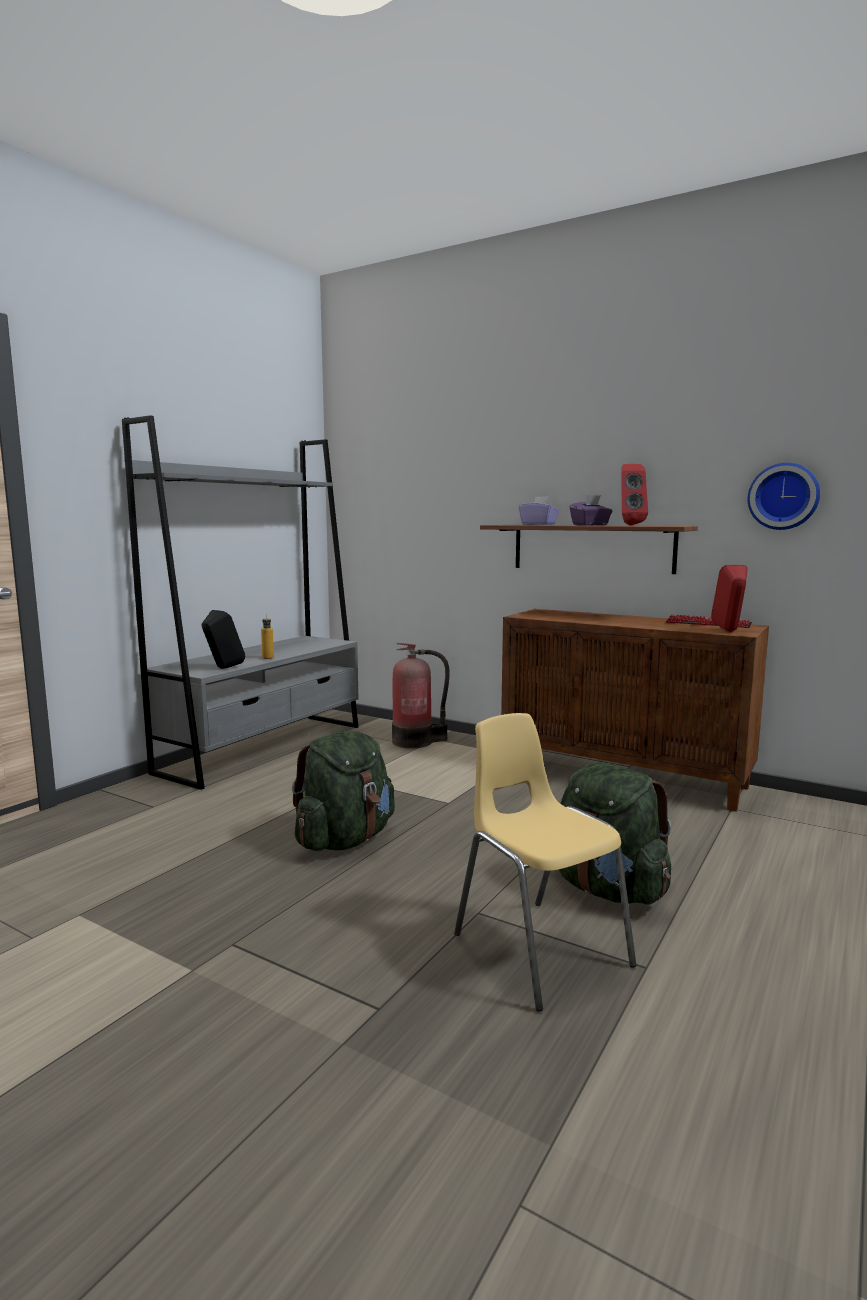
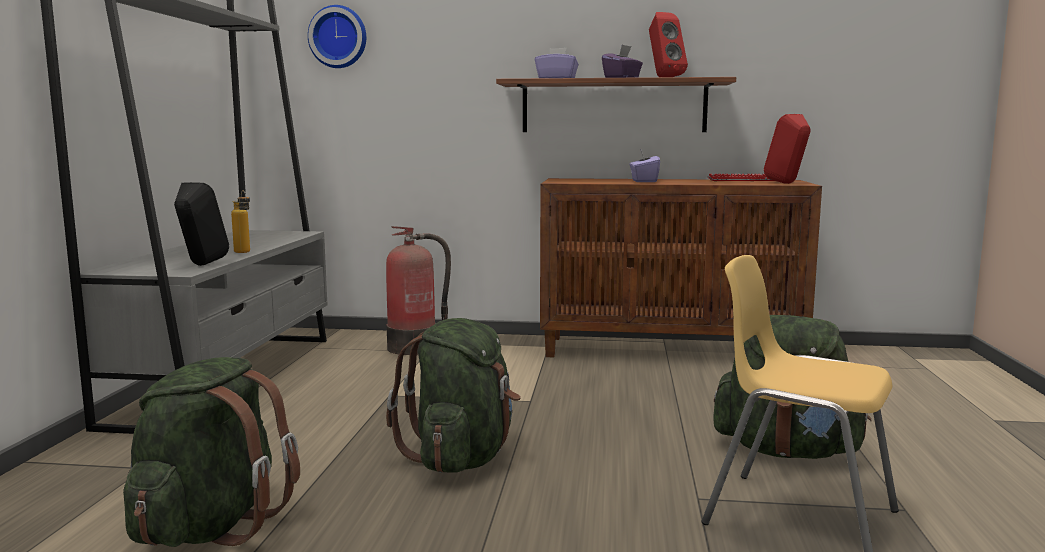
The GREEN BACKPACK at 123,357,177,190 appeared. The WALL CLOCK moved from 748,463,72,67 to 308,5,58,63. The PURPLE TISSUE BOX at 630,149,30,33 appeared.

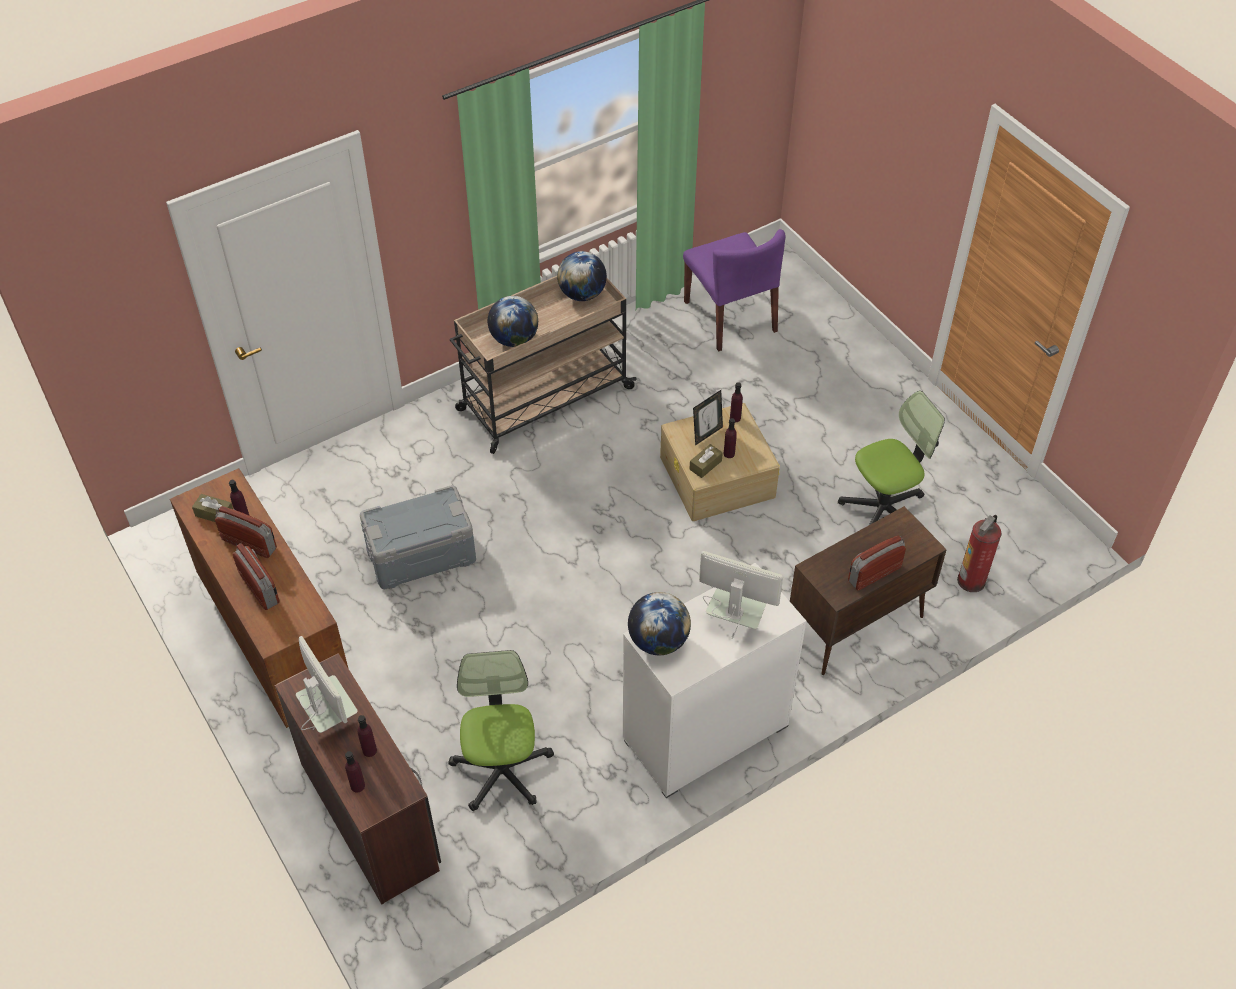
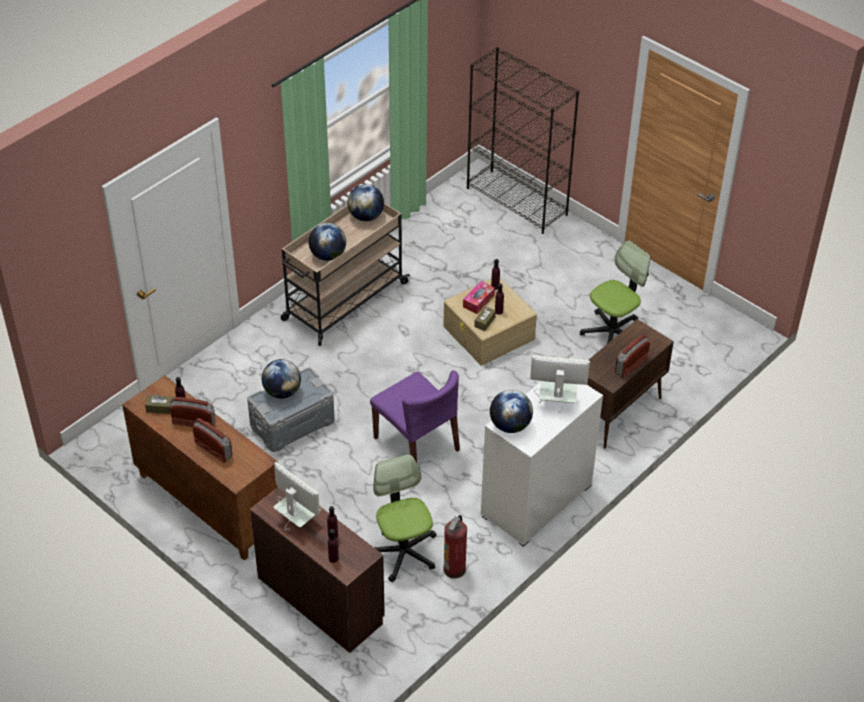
The GLOBE at 262,359,39,40 appeared. The PURPLE CHAIR moved from 683,229,102,123 to 370,370,90,92. The FIRE EXTINGUISHER moved from 957,515,45,77 to 443,515,24,64. The PICTURE FRAME at 693,390,30,55 was replaced by the TISSUE BOX at 463,281,32,33. The BLACK BOOKCASE at 467,47,112,187 appeared.

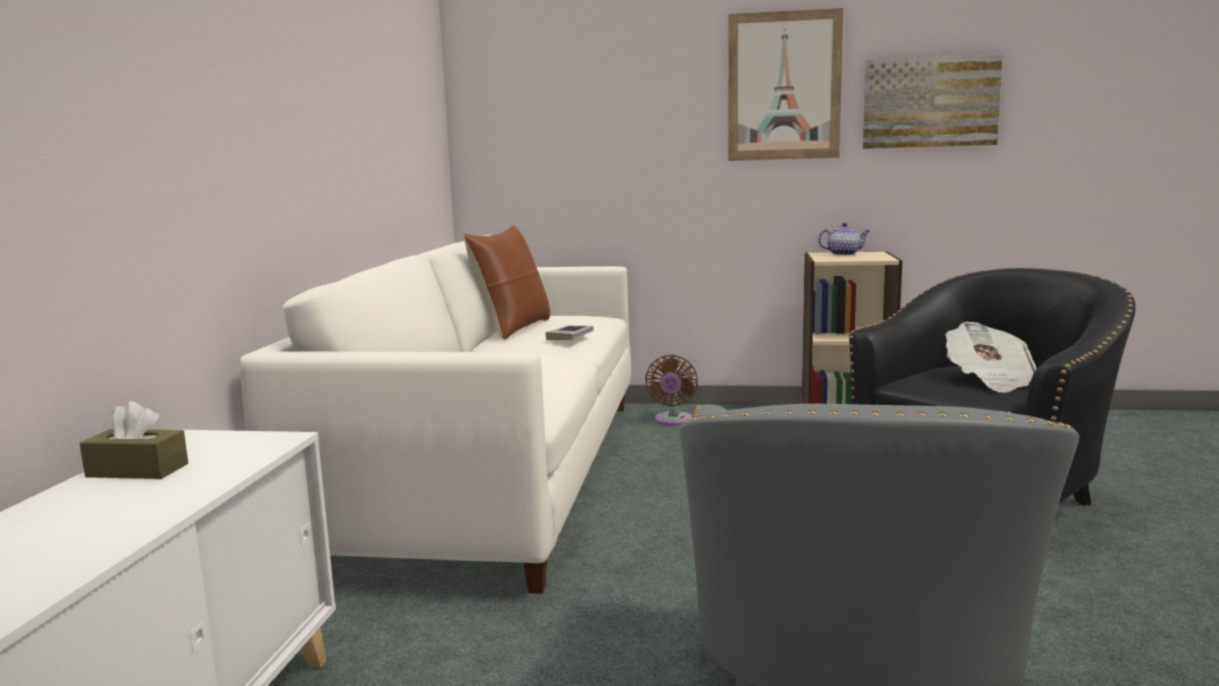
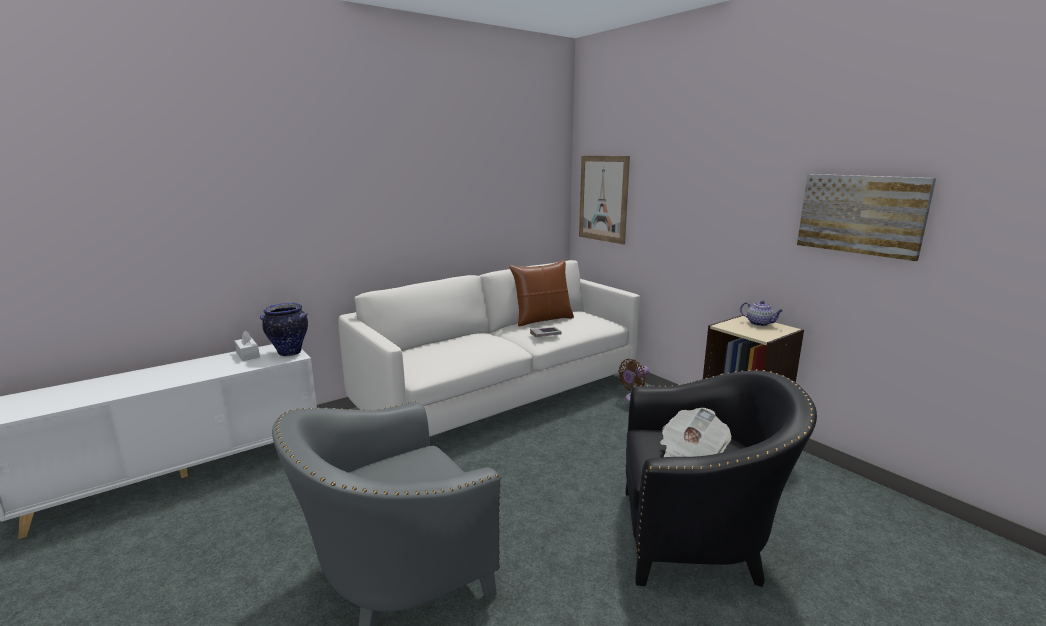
The BROWN TISSUE BOX at 80,401,108,78 became the WHITE TISSUE BOX at 235,331,25,30. The VASE at 260,303,48,53 appeared. The PICTURE moved from 728,8,115,153 to 579,156,51,89.

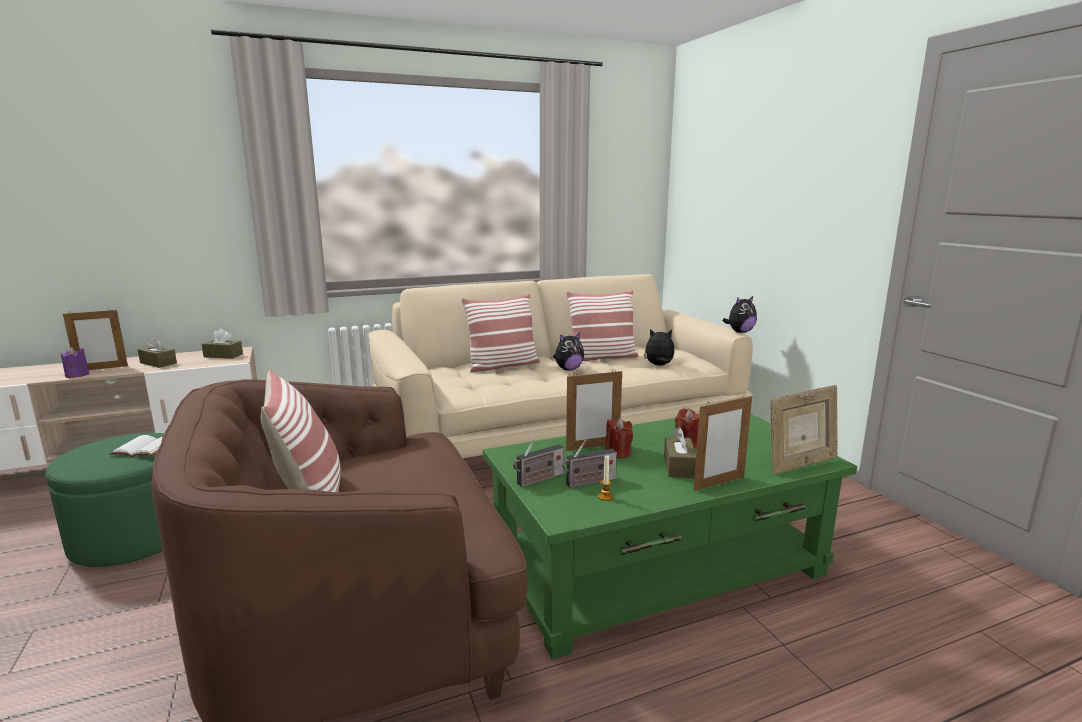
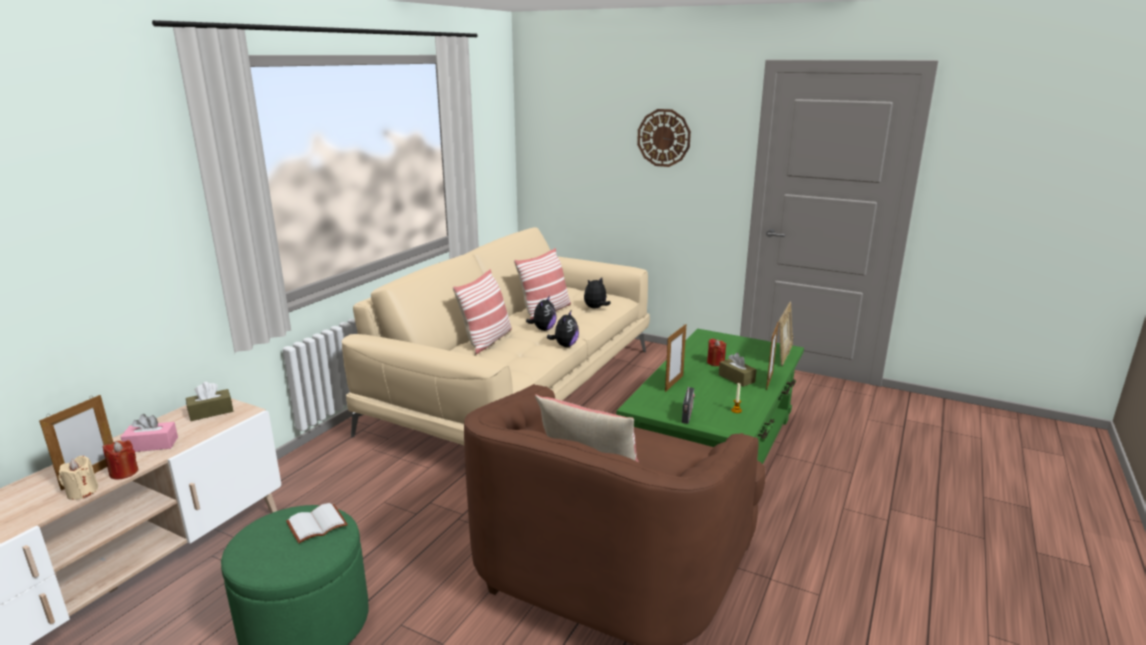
The PURPLE CANDLE at 61,347,29,31 became the BEIGE CANDLE at 59,456,40,44. The RED CANDLE moved from 605,418,28,40 to 103,440,35,40. The BROWN TISSUE BOX at 138,336,39,32 became the PINK TISSUE BOX at 121,414,57,38. The PLUSH TOY moved from 723,296,34,37 to 547,311,32,36. The WALL CLOCK at 637,109,54,58 appeared. The RADIO at 562,439,55,49 disappeared.

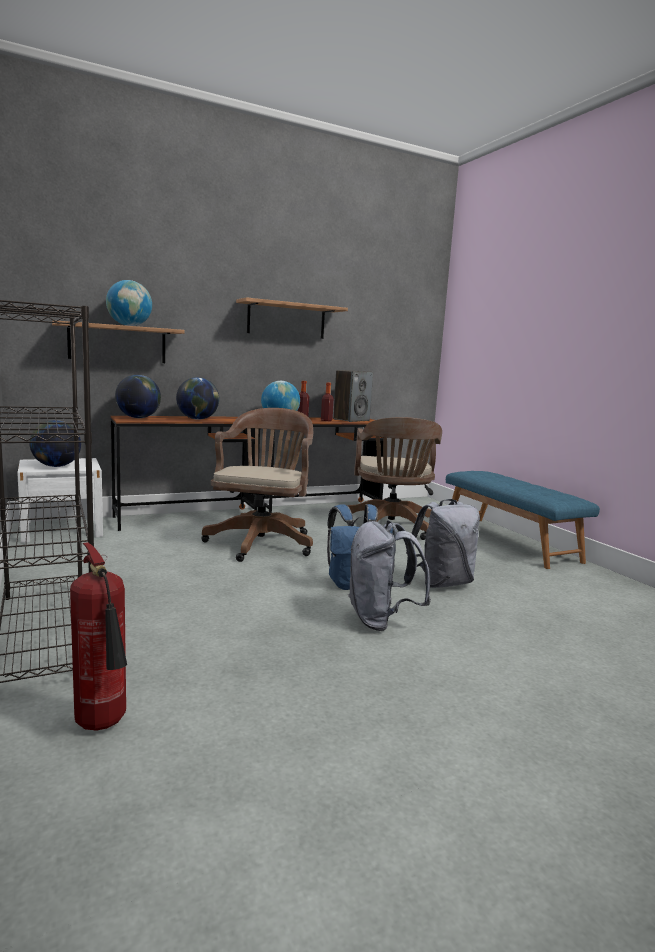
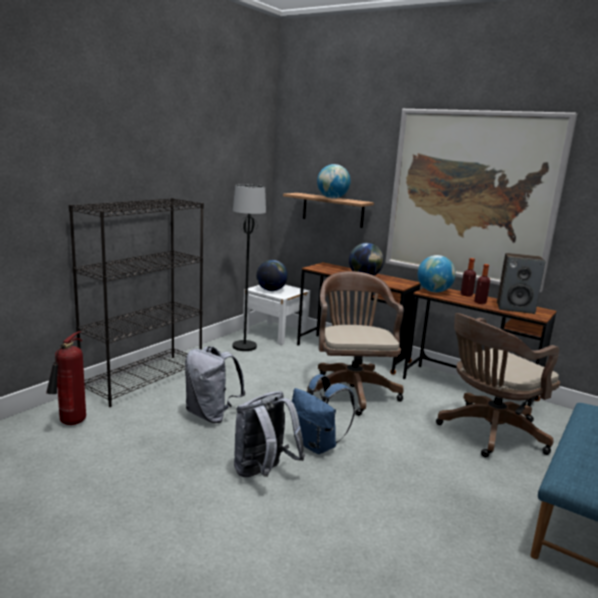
The GREY BACKPACK moved from 406,499,74,89 to 185,346,60,77. The BLACK FLOOR LAMP at 233,184,33,167 appeared. The BROWN OFFICE CHAIR at 201,408,112,154 turned 75 degrees counterclockwise. The SHELF at 236,297,112,42 was replaced by the PICTURE at 385,109,192,184. The GLOBE at 115,375,46,43 disappeared.

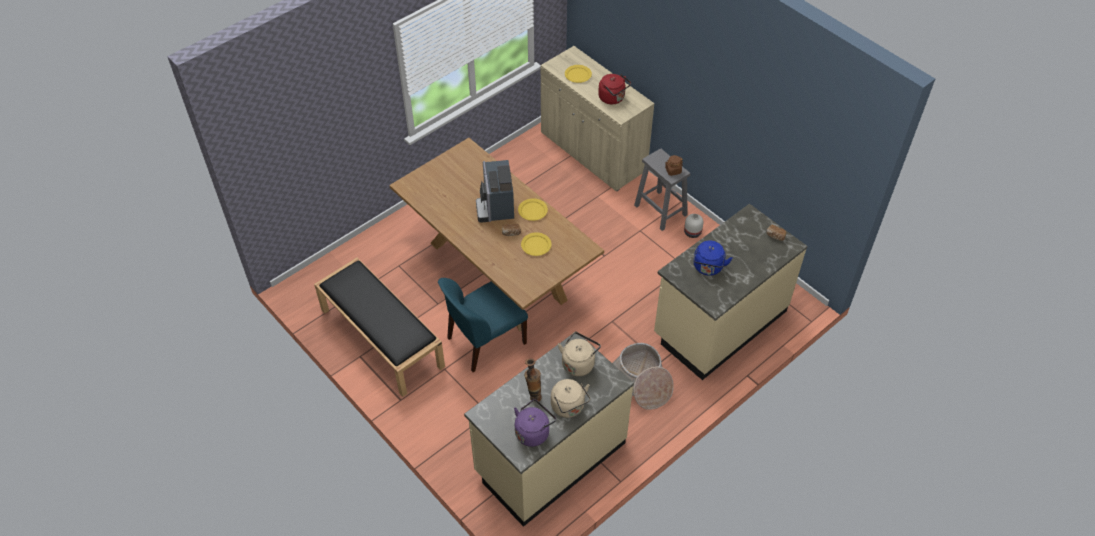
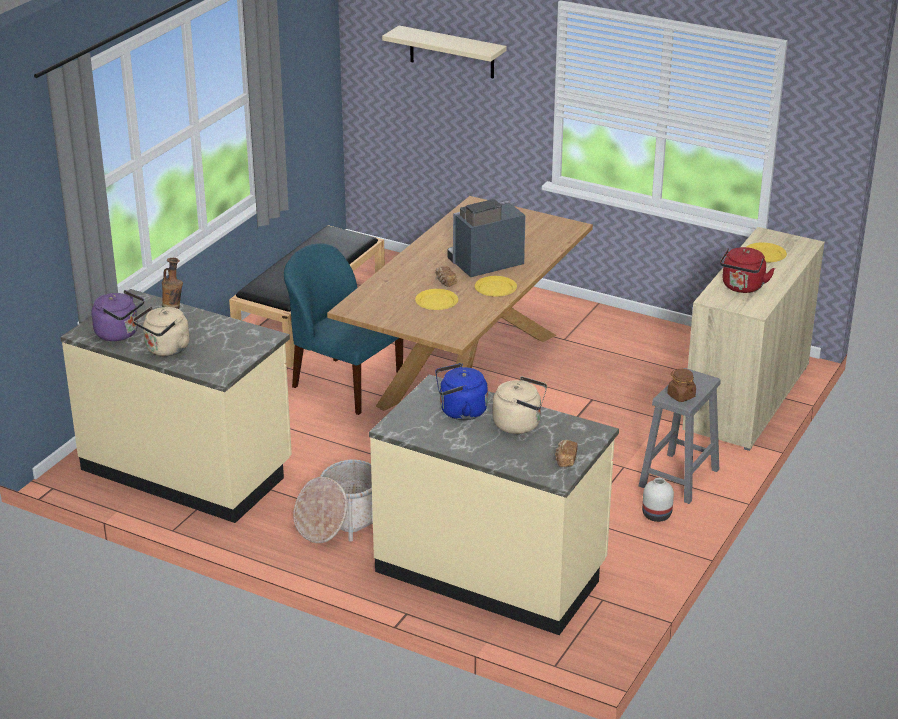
The BEIGE SHELF at 382,26,125,52 appeared. The BEIGE KETTLE moved from 558,332,43,44 to 492,376,55,58.

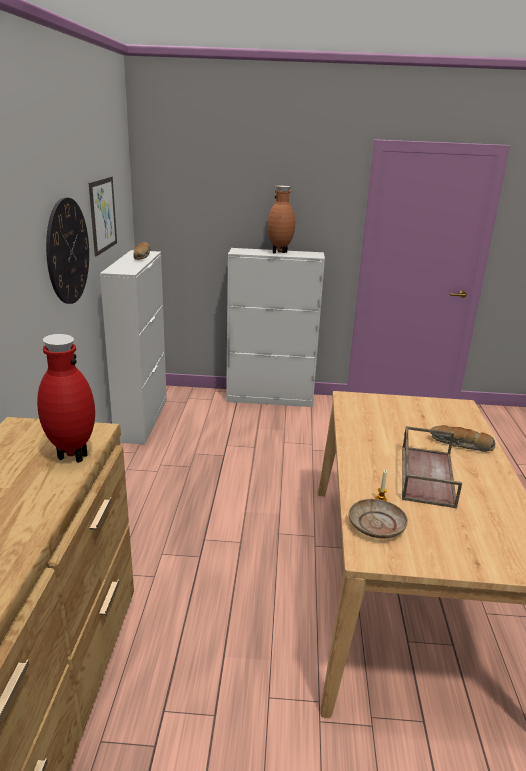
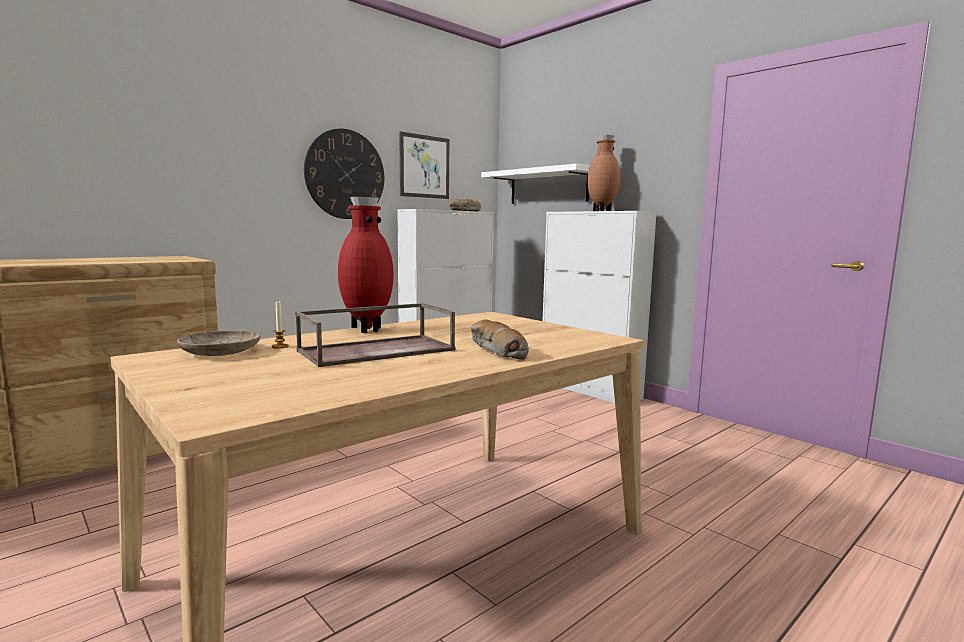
The RED VASE moved from 37,334,58,129 to 338,197,56,136. The WHITE SHELF at 481,164,109,40 appeared.

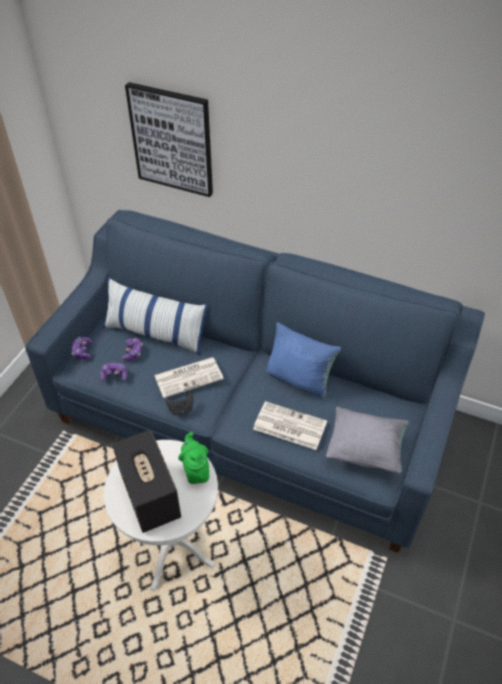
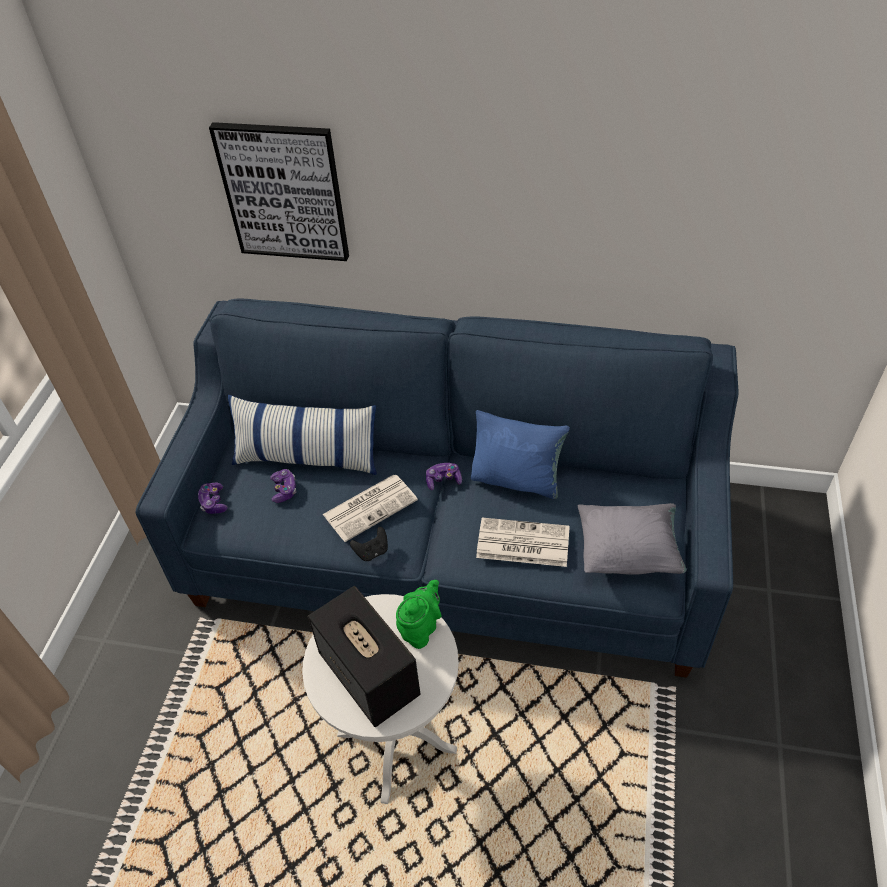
The GREEN TEAPOT at 178,432,31,52 turned 60 degrees clockwise. The GAME CONTROLLER moved from 100,363,27,18 to 426,463,36,27.

